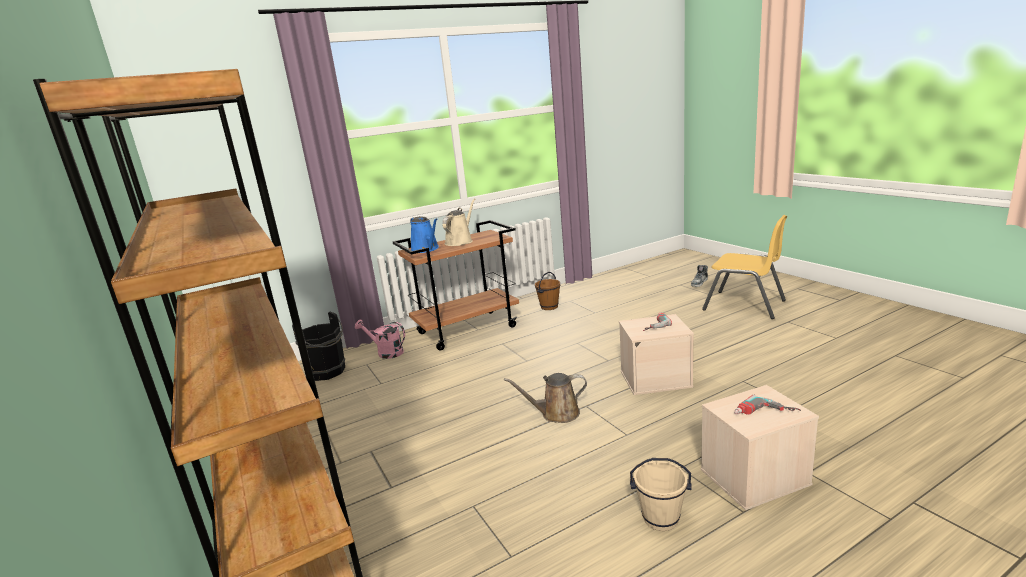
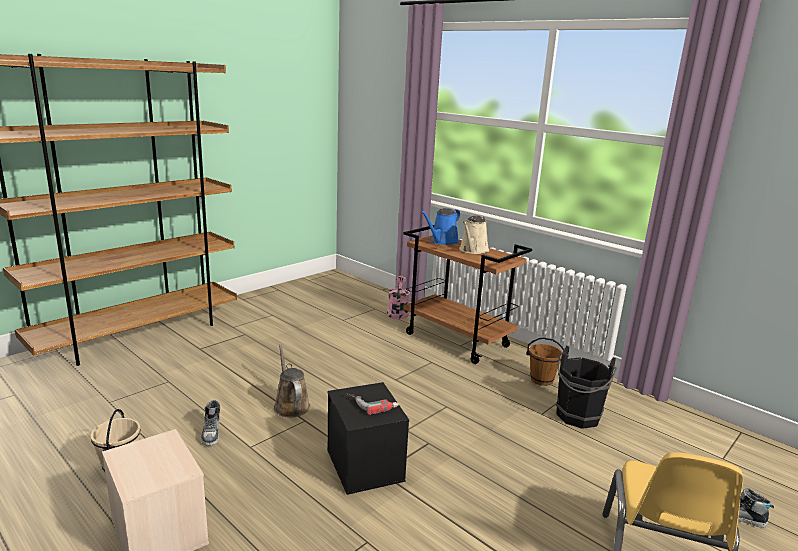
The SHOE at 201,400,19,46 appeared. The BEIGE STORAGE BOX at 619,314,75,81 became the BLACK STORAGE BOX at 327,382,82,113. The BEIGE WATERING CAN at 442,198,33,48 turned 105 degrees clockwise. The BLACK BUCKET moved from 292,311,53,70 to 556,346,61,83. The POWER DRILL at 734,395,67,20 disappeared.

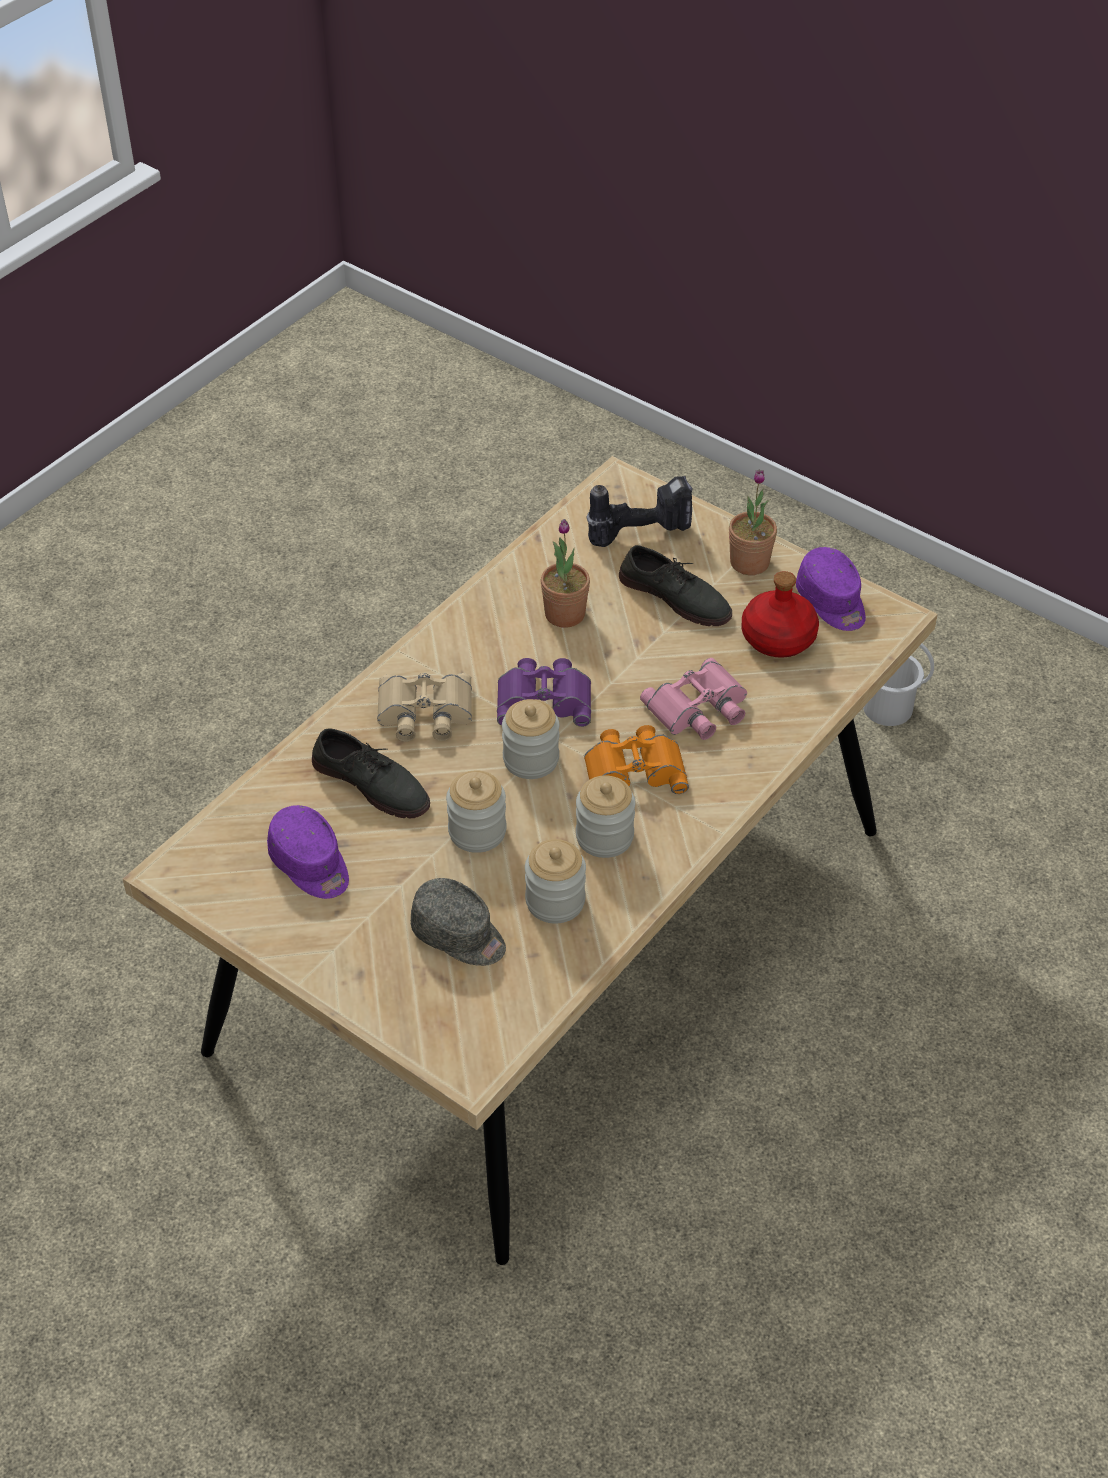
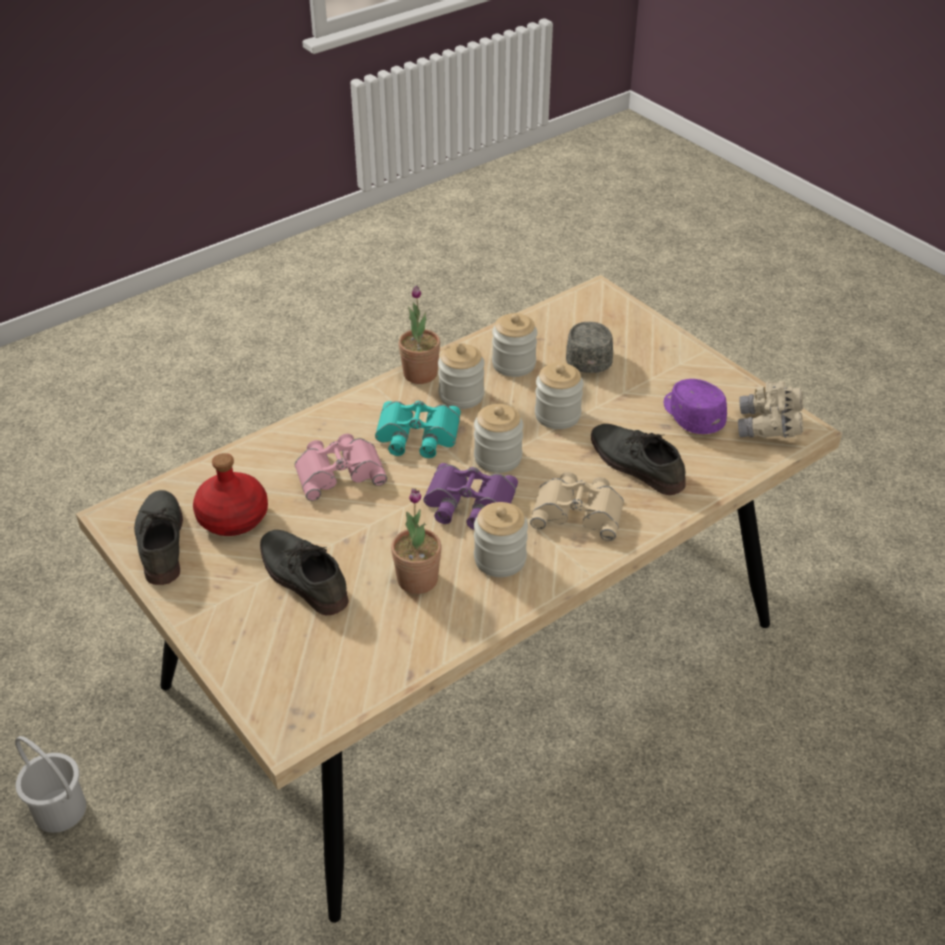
The PURPLE CAP at 796,547,70,84 was replaced by the GREY SHOE at 134,490,49,95. The ORANGE BINOCULARS at 584,725,105,69 became the TURQUOISE BINOCULARS at 375,401,86,57. The POTTED PLANT moved from 729,470,48,105 to 398,285,42,99. The JAR at 474,502,54,75 appeared. The GREY CAP at 411,878,95,88 turned 45 degrees clockwise. The BEIGE BINOCULARS at 738,381,66,57 appeared. The POWER DRILL at 587,476,106,71 disappeared.

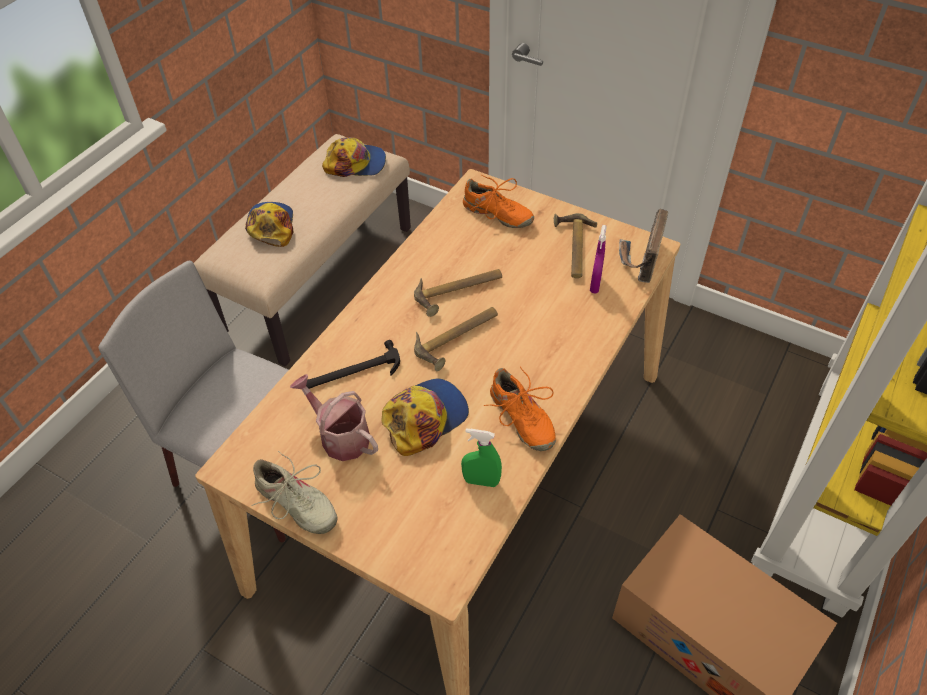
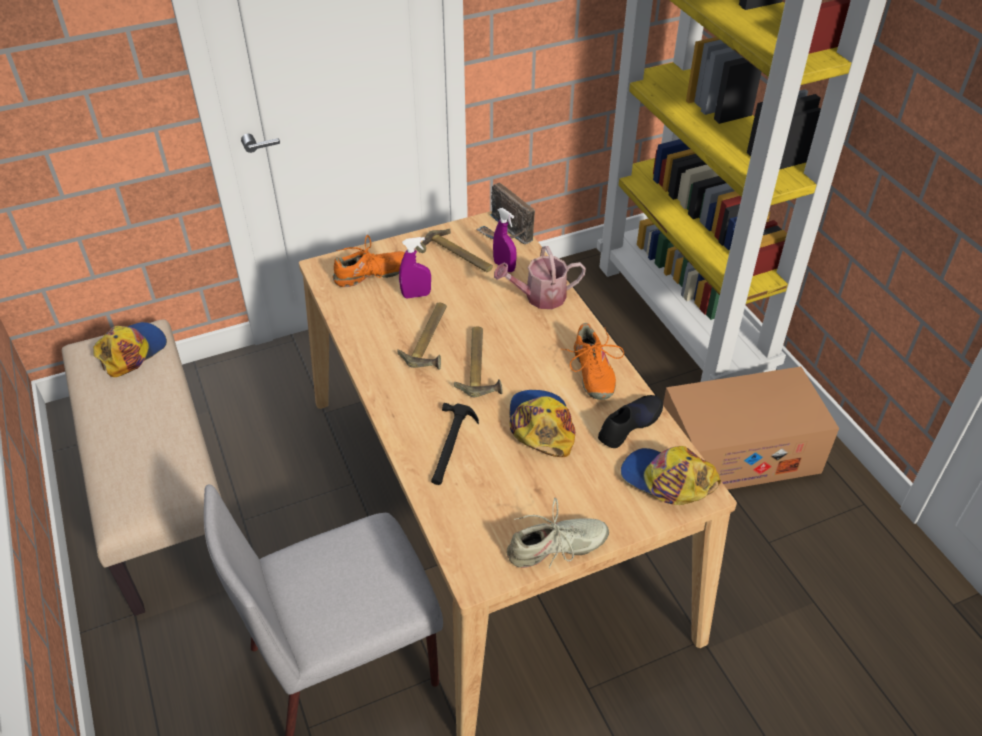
The PURPLE SPRAY BOTTLE at 399,237,32,61 appeared. The WATERING CAN moved from 290,374,88,87 to 494,246,92,63. The ORANGE SHOE at 484,367,72,84 turned 75 degrees clockwise. The GREEN SPRAY BOTTLE at 461,428,41,59 was replaced by the BLACK SHOE at 598,395,65,53. The CAP moved from 245,202,48,45 to 621,446,100,59.

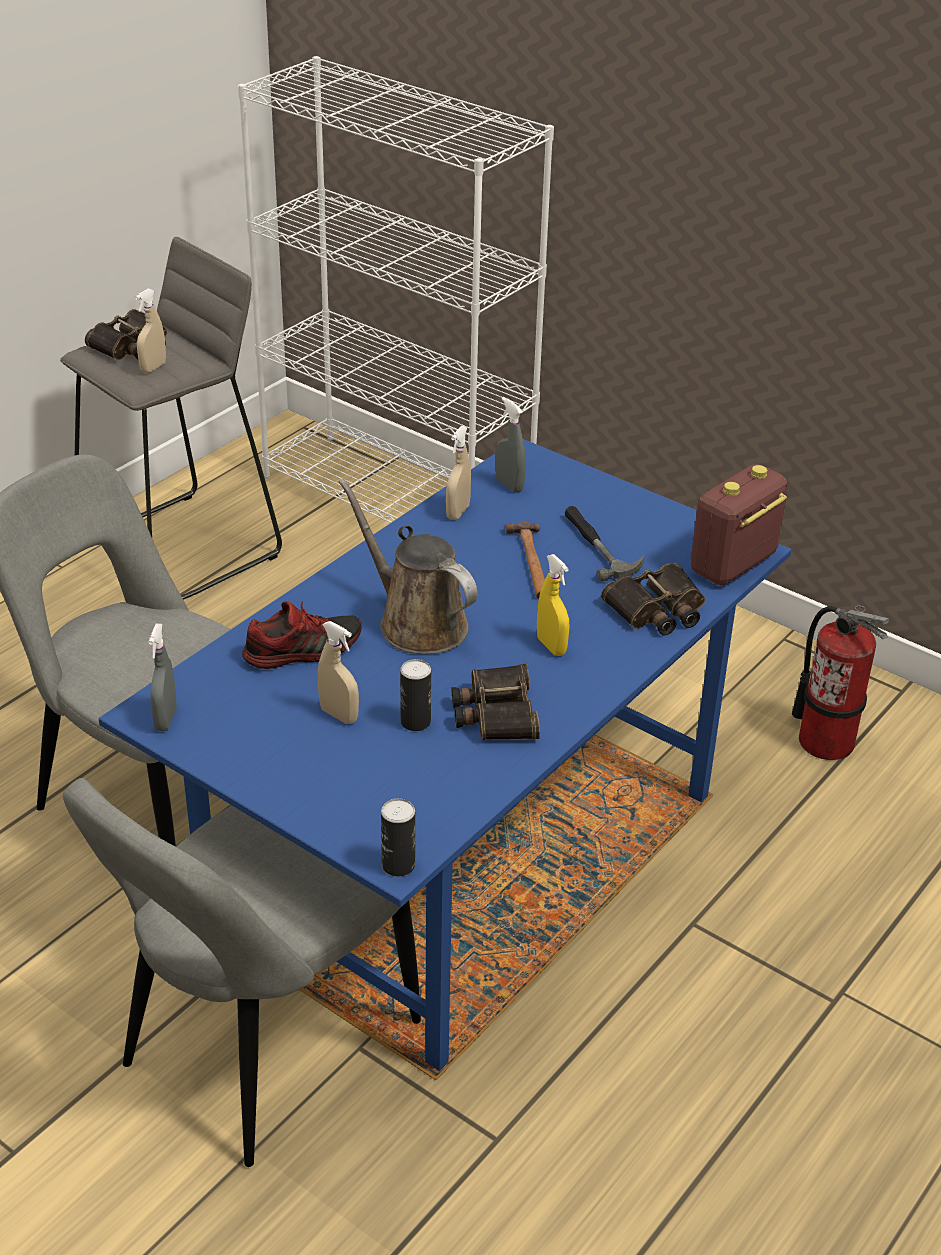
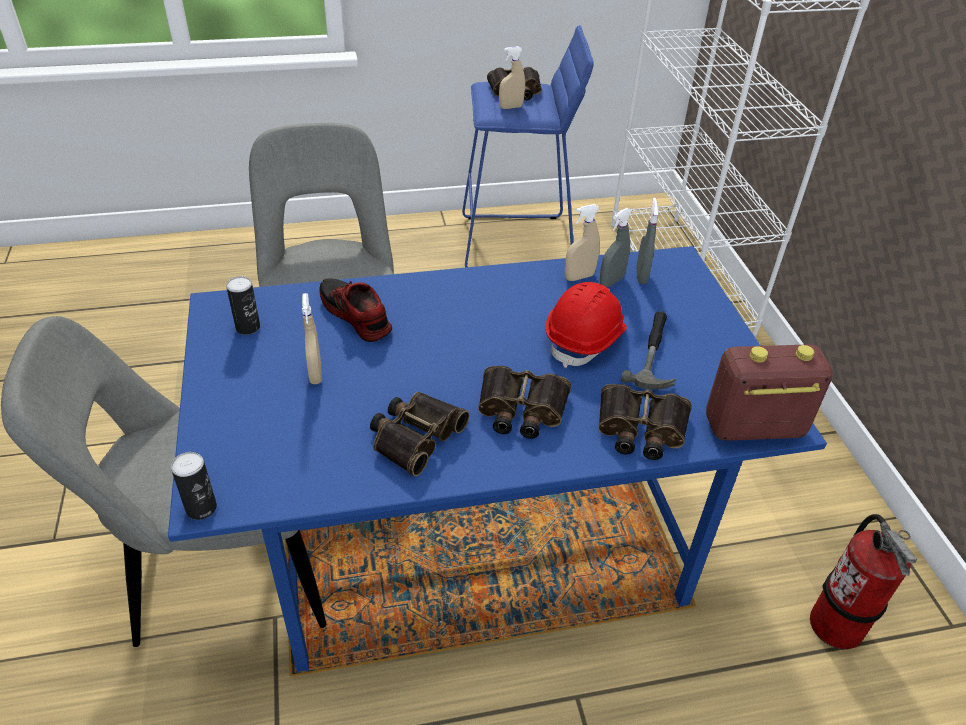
The CAN moved from 400,659,31,72 to 226,276,34,59. The SHOE at 242,601,120,68 turned 150 degrees counterclockwise. The GREY STOOL at 60,237,222,363 became the BLUE STOOL at 462,25,132,243. The YELLOW SPRAY BOTTLE at 537,554,33,102 was replaced by the BINOCULARS at 478,366,93,73. The HAMMER at 505,521,40,78 was replaced by the RED HARD HAT at 546,282,81,86. The GREY SPRAY BOTTLE moved from 149,624,28,107 to 600,208,32,79. The BROWN WATERING CAN at 339,479,139,175 disappeared.

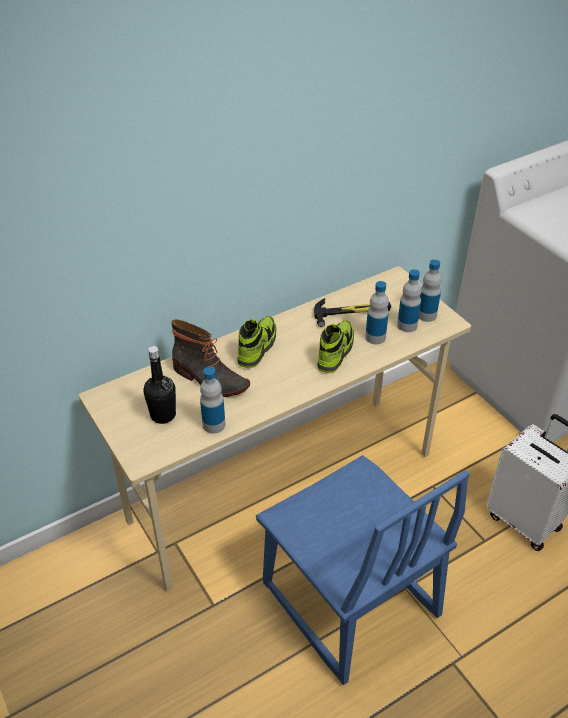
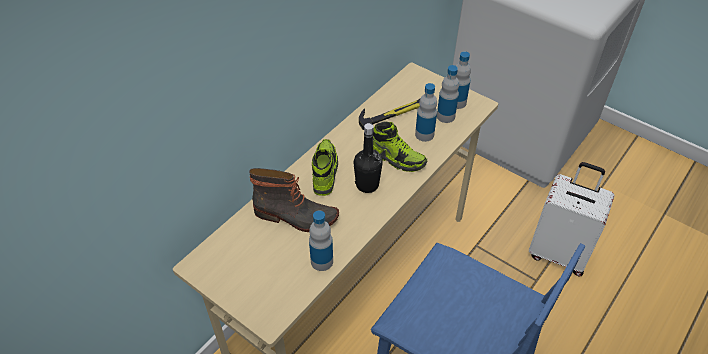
The BLACK BOTTLE moved from 143,346,33,78 to 353,123,30,70. The SHOE at 317,320,37,53 turned 120 degrees clockwise.

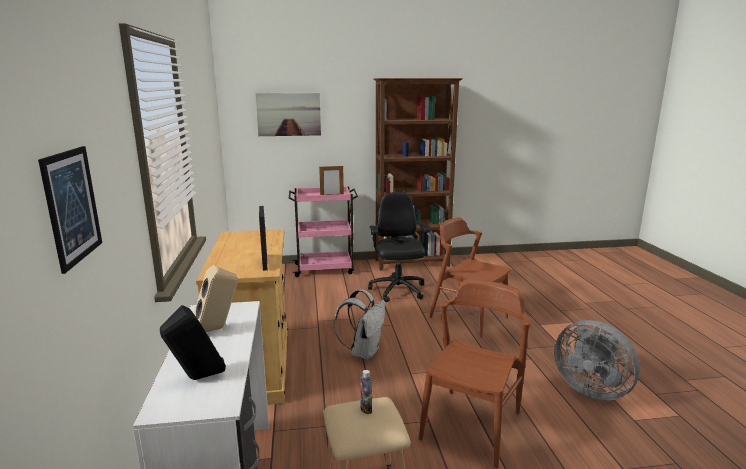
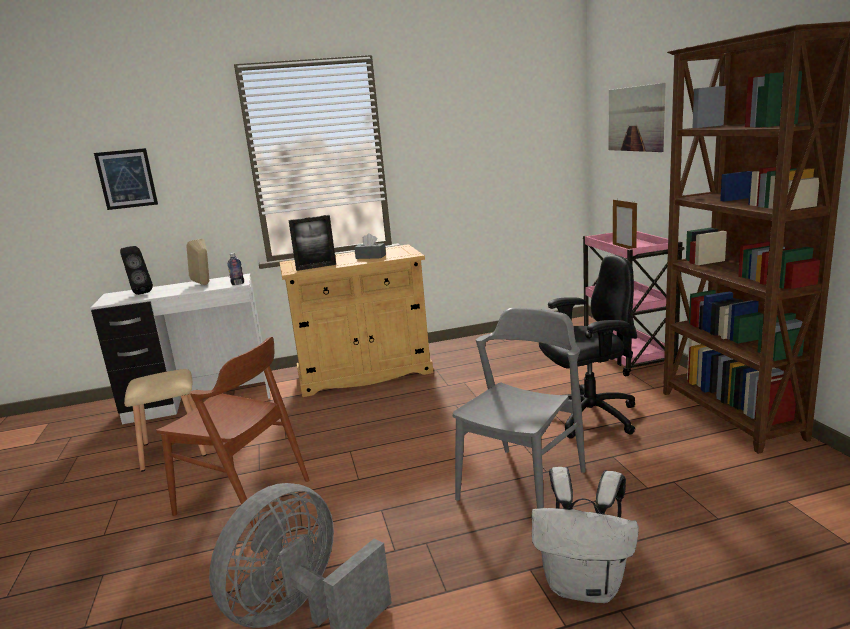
The BOTTLE moved from 360,370,12,44 to 227,253,17,32. The GREY TISSUE BOX at 354,233,32,26 appeared. The BROWN CHAIR at 429,217,82,120 became the GREY CHAIR at 453,308,133,201. The WHITE BACKPACK moved from 334,289,51,71 to 532,467,107,136.

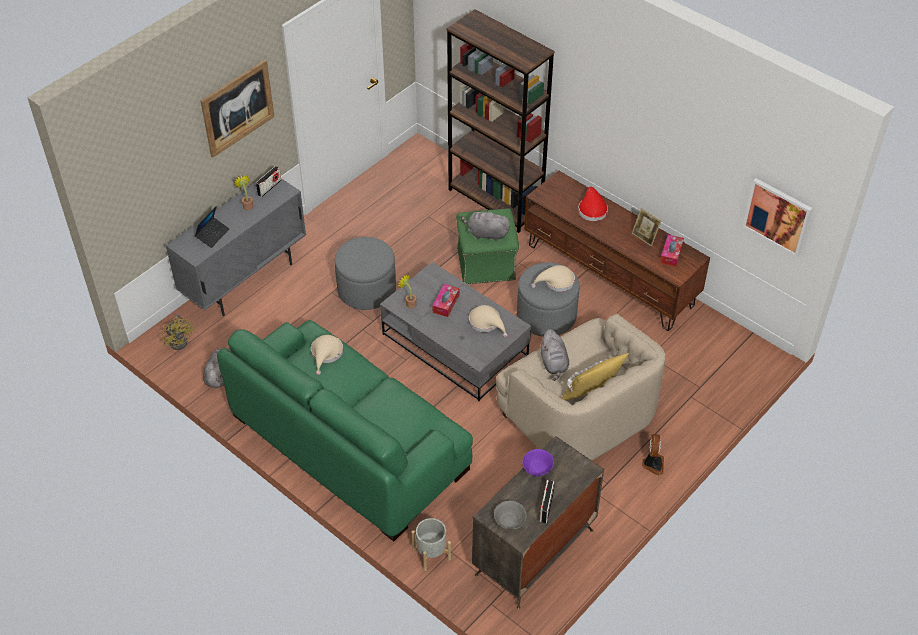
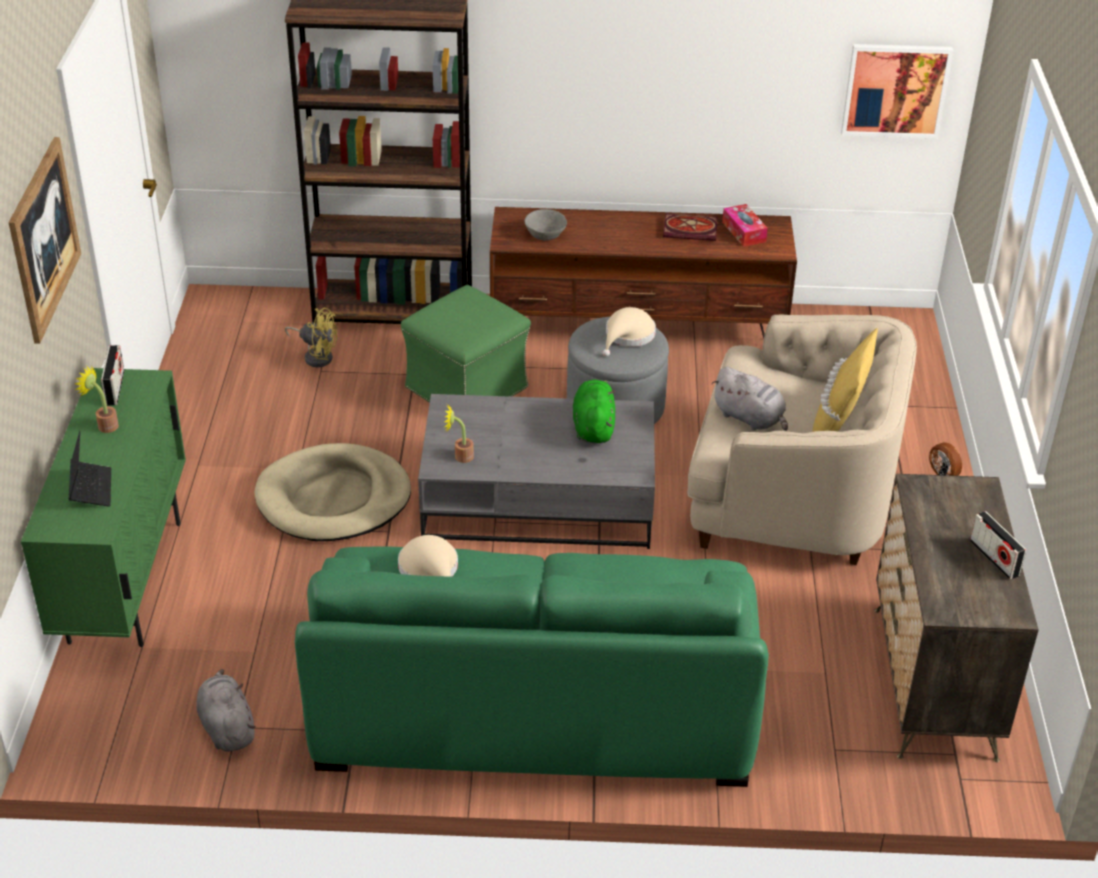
The GREY CABINET at 165,178,141,138 became the GREEN CABINET at 21,368,165,279. The GREY OTTOMAN at 334,237,62,73 was replaced by the BEIGE DOG BED at 254,443,157,98. The YELLOW FAN moved from 162,314,31,36 to 285,308,52,59. The GREY BOWL moved from 494,501,33,29 to 524,209,43,31. The BEIGE HAT at 469,305,39,32 was replaced by the GREEN PLUSH TOY at 573,380,43,64. The PICTURE FRAME at 632,208,29,38 was replaced by the BOOK at 663,214,54,27. The GREY PLANTER at 412,518,39,53 disappeared. The TISSUE BOX at 432,284,27,33 disappeared. The GREY PLUSH TOY at 461,209,49,33 disappeared. The PURPLE BOWL at 522,449,32,27 disappeared. The RED HAT at 578,187,30,34 disappeared.

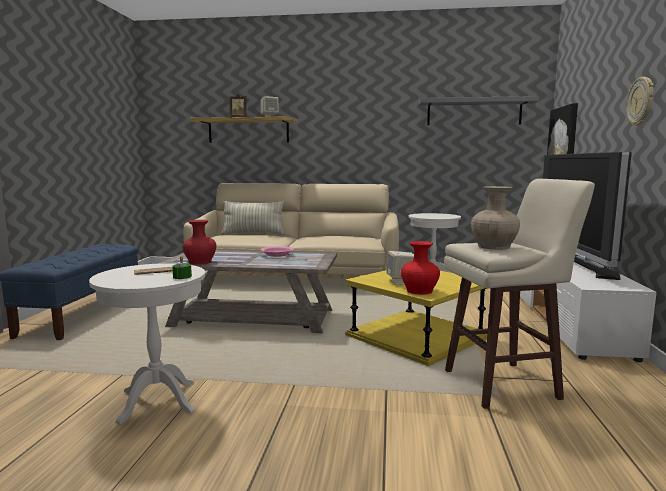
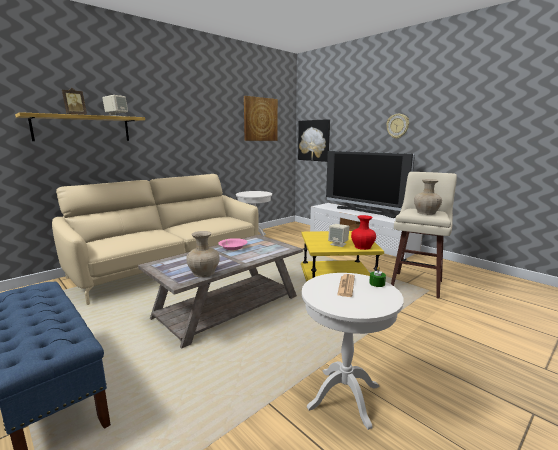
The RED VASE at 183,220,33,45 became the BEIGE VASE at 187,231,33,46. The GREY SHELF at 419,96,120,29 was replaced by the PICTURE at 244,96,34,45. The PILLOW at 222,201,63,34 disappeared.

